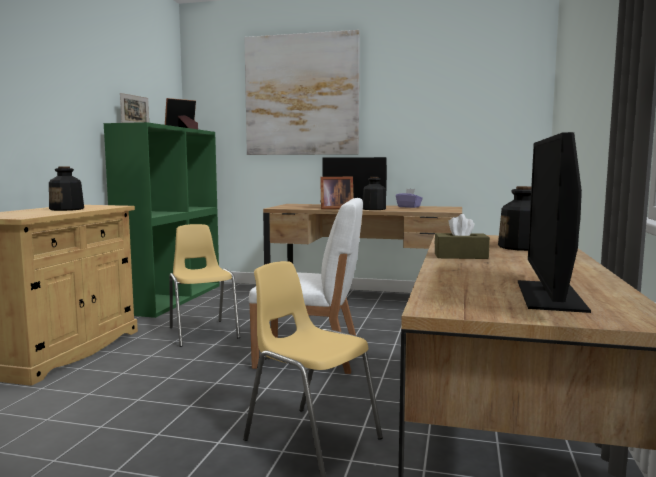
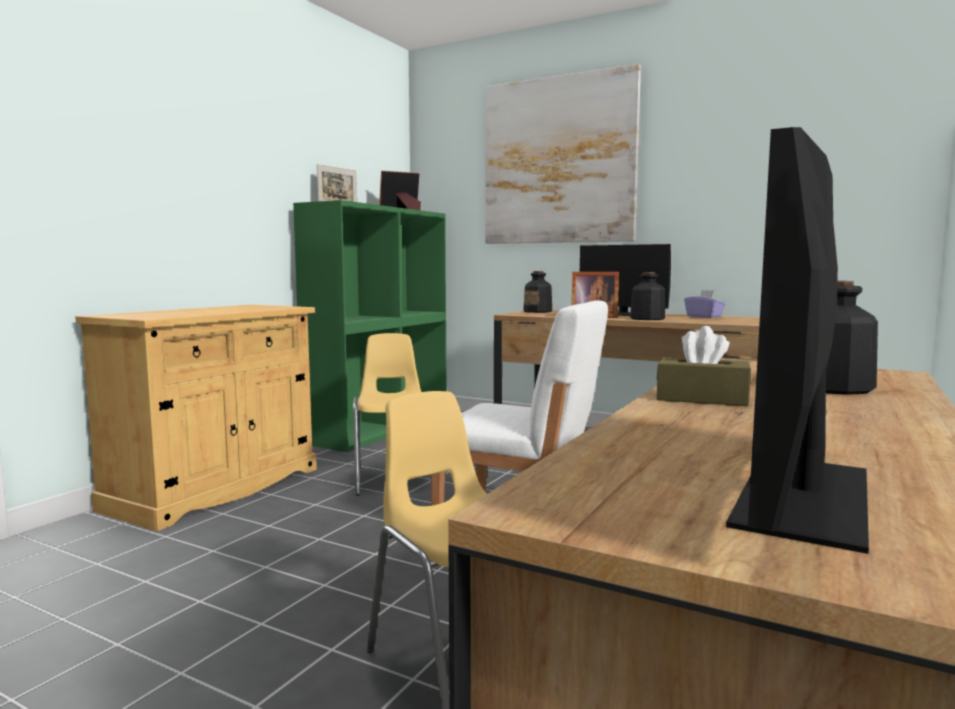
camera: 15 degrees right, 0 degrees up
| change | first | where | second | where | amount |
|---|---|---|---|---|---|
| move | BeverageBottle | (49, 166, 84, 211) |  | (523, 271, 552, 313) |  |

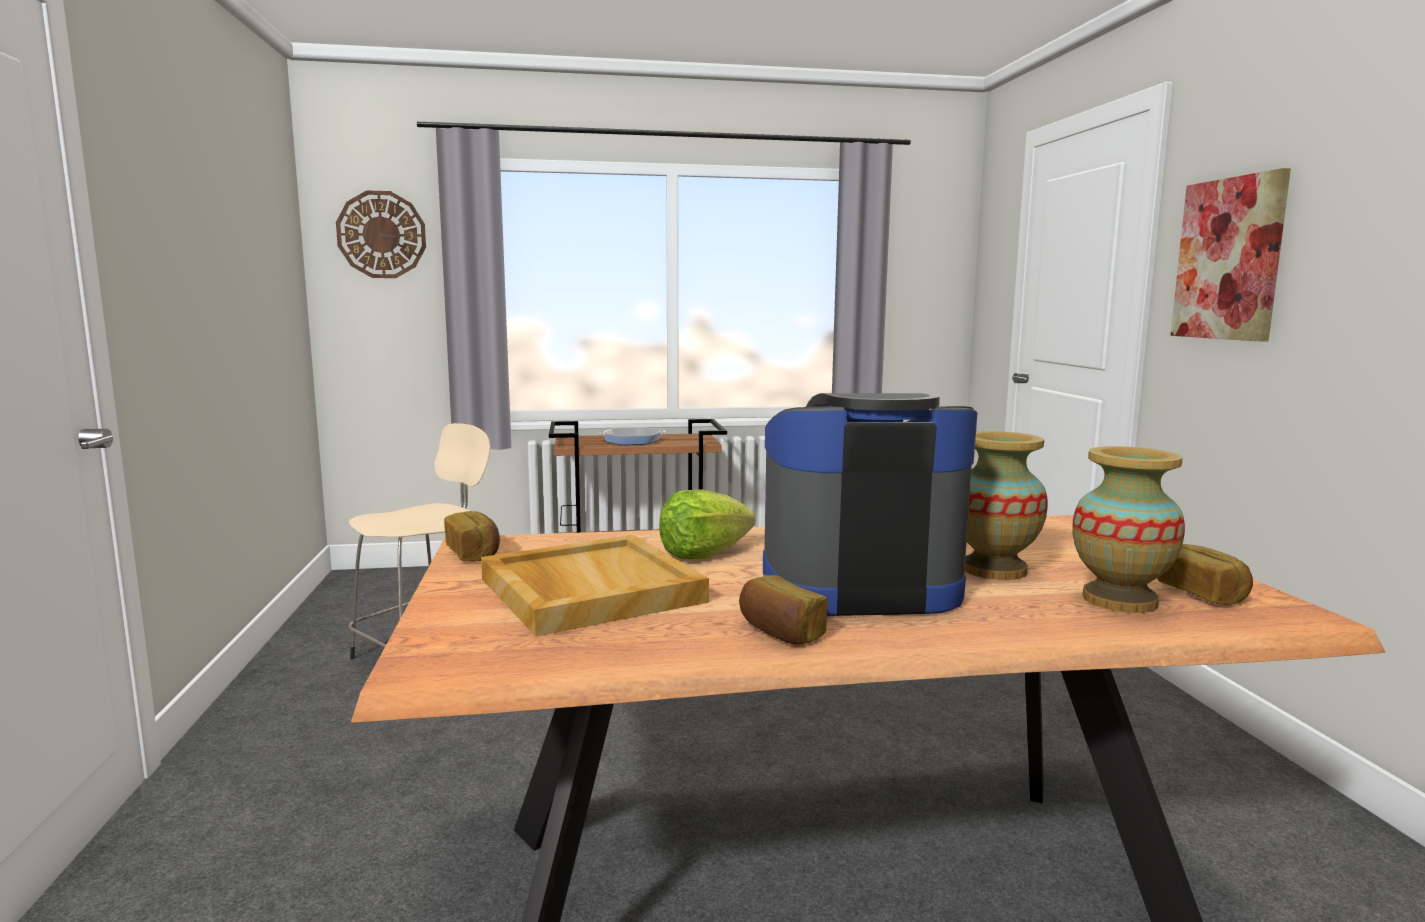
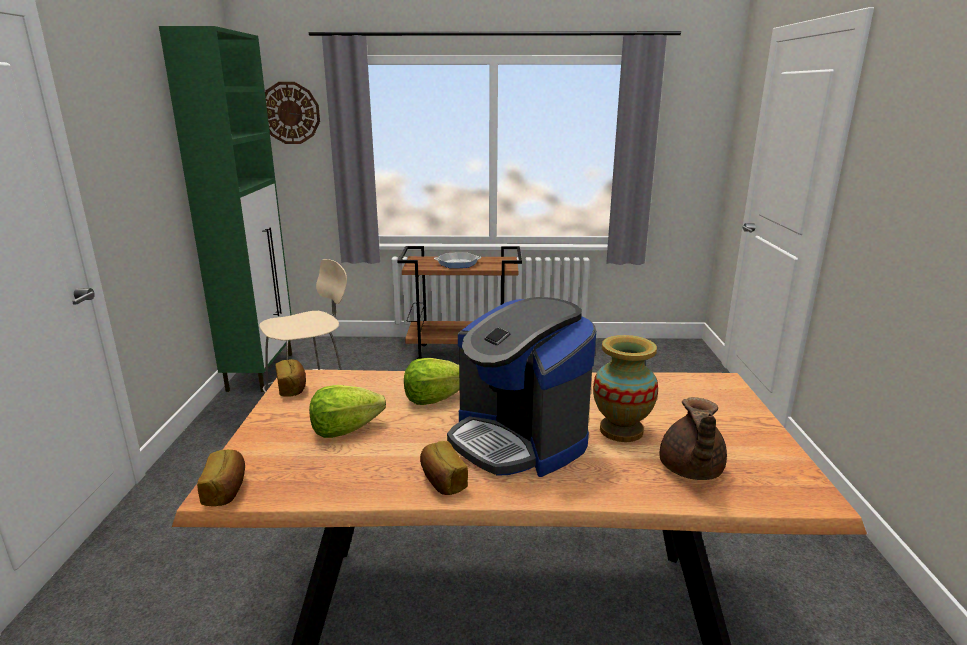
camera: 10 degrees right, 10 degrees up
| change | first | where | second | where | amount |
|---|---|---|---|---|---|
| delete | WallPicture | (1171, 168, 1291, 342) |  |  |  |
| rotate | CoffeeBrewer | (763, 393, 977, 616) |  | (447, 297, 596, 477) | 135 degrees counterclockwise |
| replace | Vase | (1072, 446, 1185, 613) | BrownishTeapot | (660, 397, 727, 480) |  |
| replace | SandColouredServingTray | (481, 535, 709, 637) | LettuceHead | (309, 385, 386, 438) |  |
| move | BakedBread | (1157, 544, 1253, 605) |  | (197, 450, 245, 507) |  |
| insert |  |  | GreenCabinet | (159, 26, 292, 392) |  |

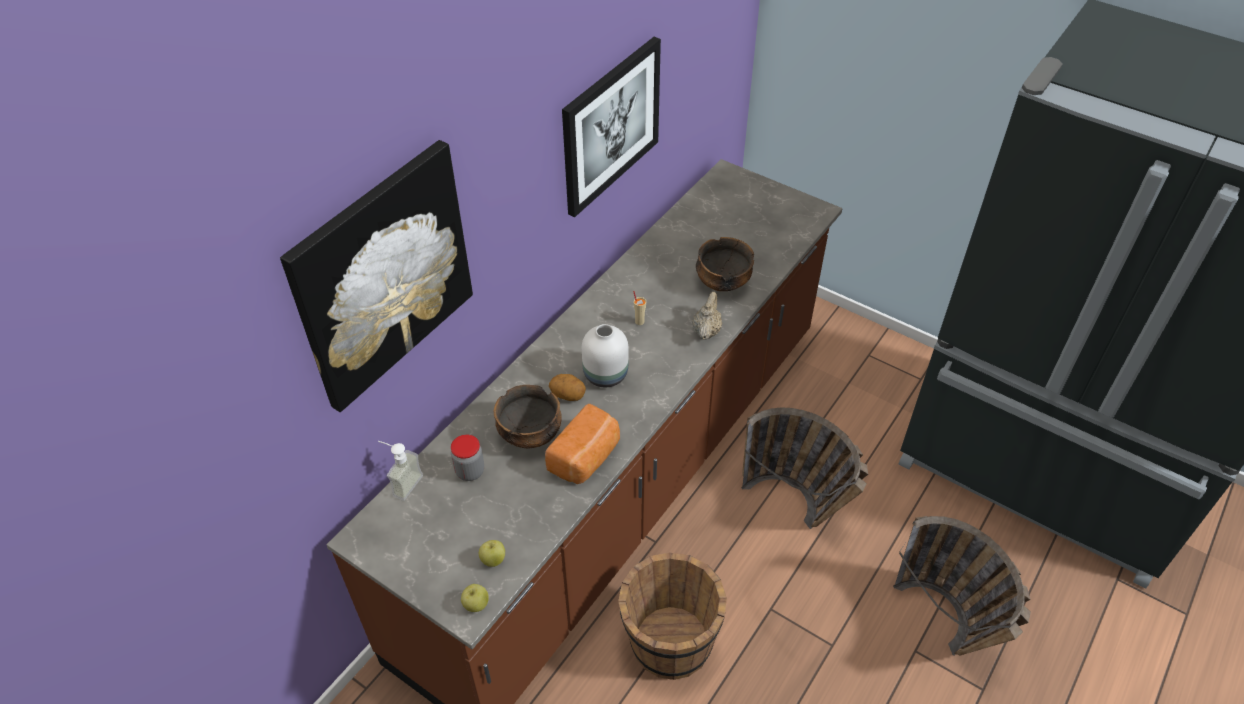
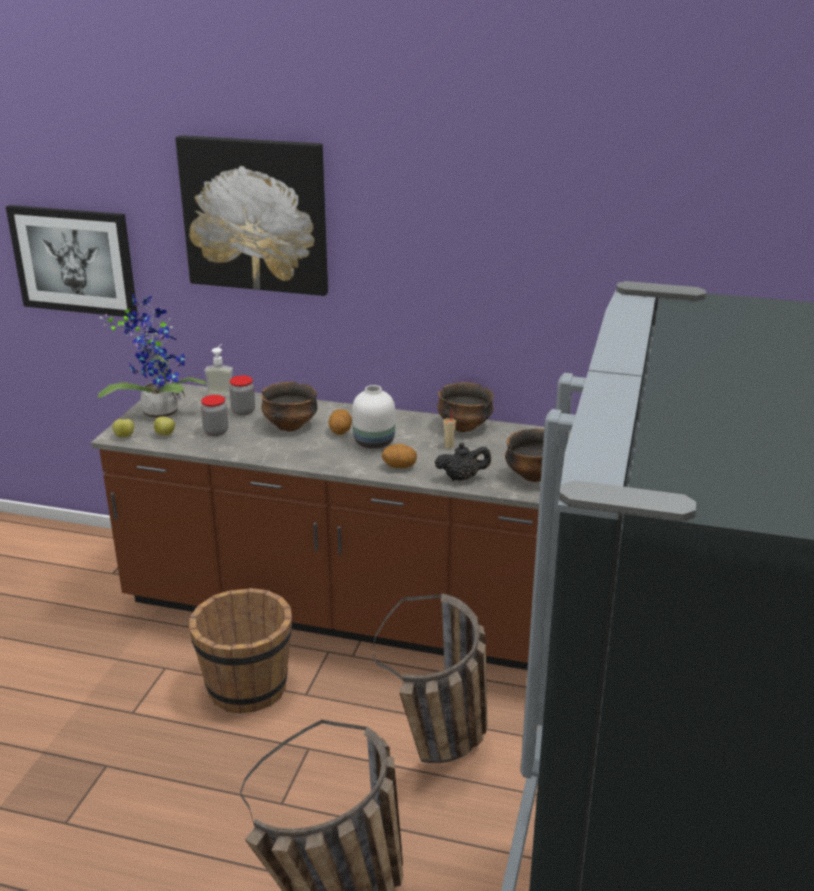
camera: 70 degrees right, 20 degrees down
| change | first | where | second | where | amount |
|---|---|---|---|---|---|
| move | WallPicture | (562, 37, 661, 217) |  | (6, 205, 138, 317) |  |
| recolor | SandColouredTeapot | (692, 292, 722, 340) | BlackTeapot | (435, 442, 491, 481) |  |
| delete | BakedBread | (545, 404, 620, 484) |  |  |  |
| insert |  |  | PottedPlant | (98, 294, 207, 420) |  |
| insert |  |  | Bowl | (437, 382, 494, 432) |  |
| insert |  |  | StorageJar | (201, 395, 228, 436) |  |
| insert |  |  | Spud | (382, 444, 417, 468) |  |

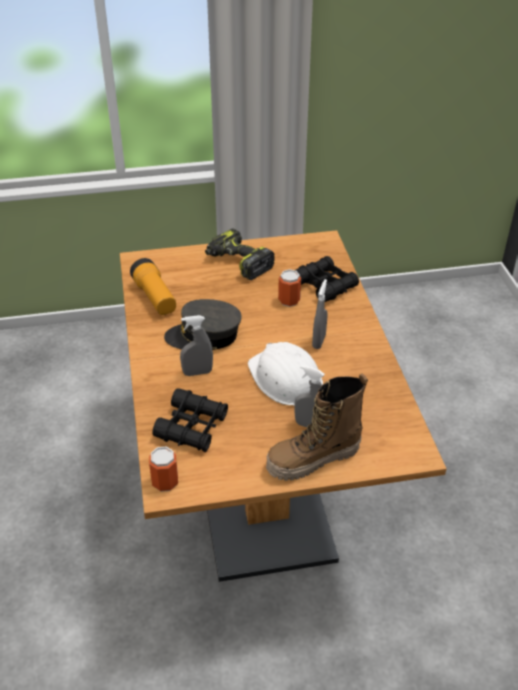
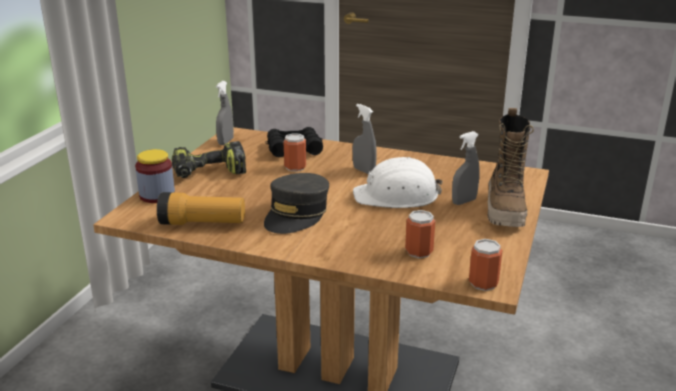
camera: 60 degrees left, 15 degrees down
| change | first | where | second | where | amount |
|---|---|---|---|---|---|
| move | GrayHandSprayer | (180, 315, 213, 376) |  | (216, 81, 234, 145) |  |
| replace | BlackBinoculars | (152, 388, 228, 452) | Can | (405, 210, 435, 258) |  |
| insert |  |  | StorageJar | (135, 149, 175, 203) |  |

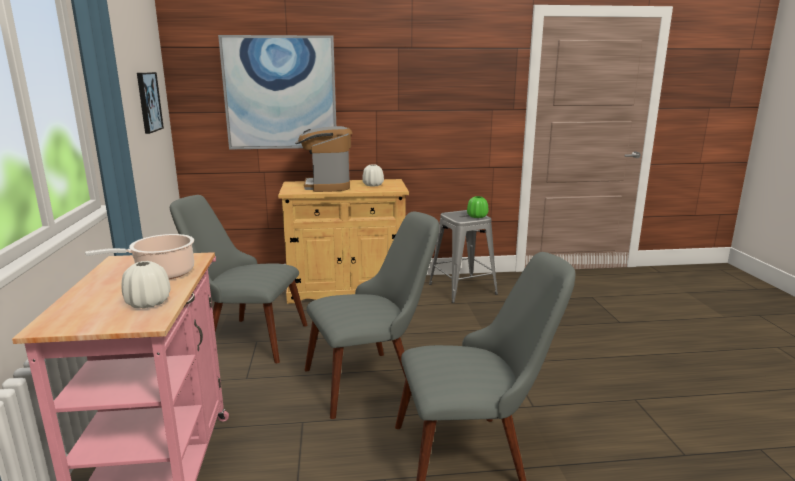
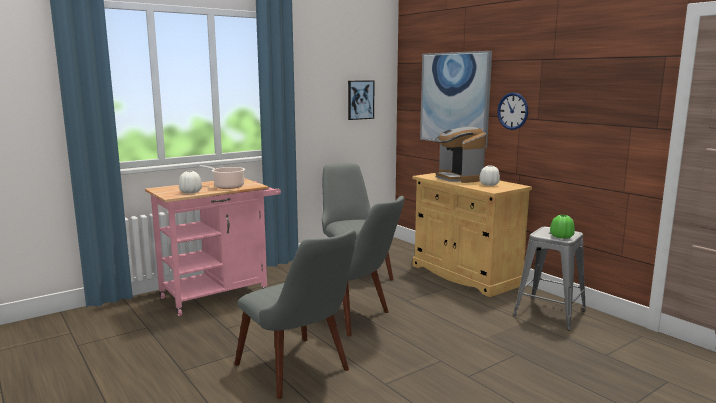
camera: 60 degrees right, 5 degrees down
| change | first | where | second | where | amount |
|---|---|---|---|---|---|
| rotate | CoffeeBrewer | (295, 126, 353, 192) |  | (435, 127, 486, 183) | 75 degrees counterclockwise |
| insert |  |  | WallClock | (497, 93, 528, 130) |  |

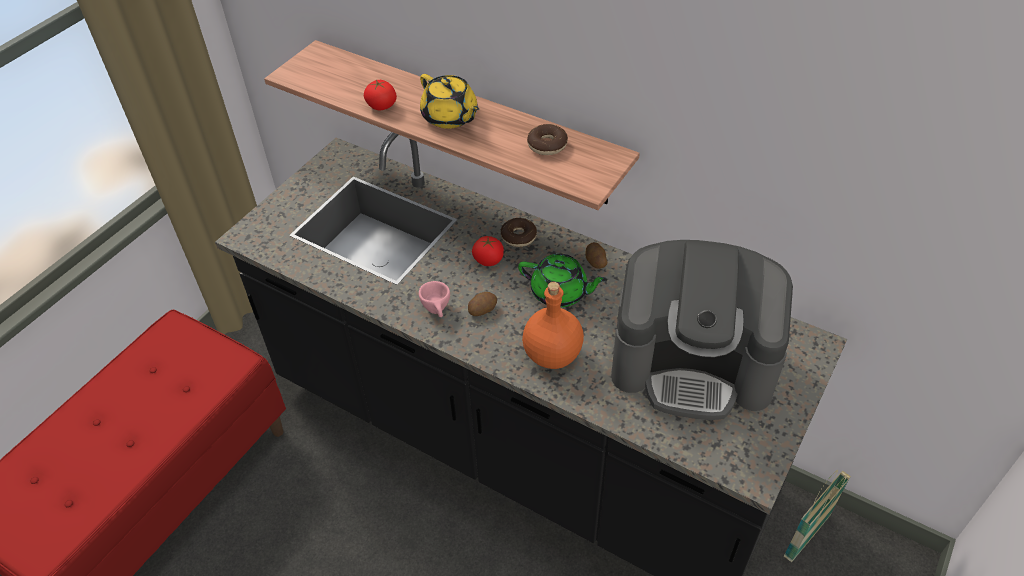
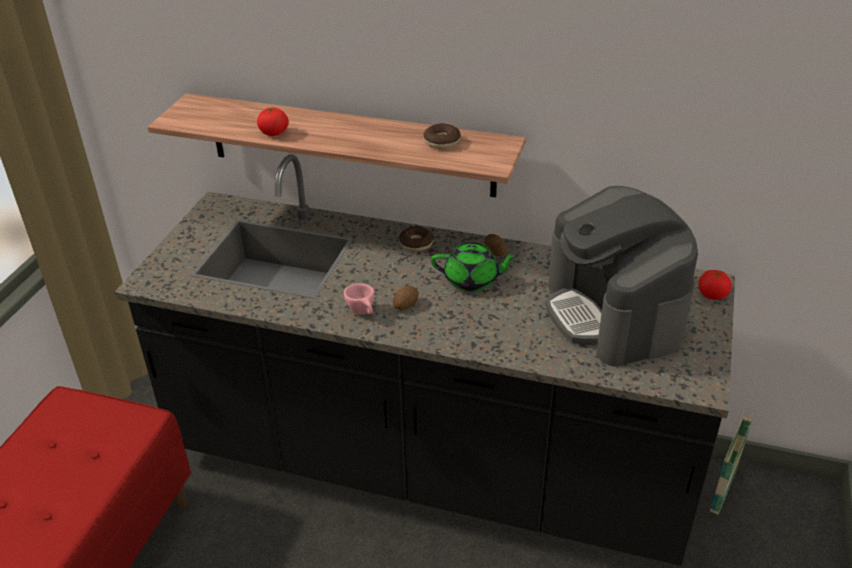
camera: 15 degrees left, 10 degrees down
| change | first | where | second | where | amount |
|---|---|---|---|---|---|
| delete | YellowTeapot | (420, 74, 479, 129) |  |  |  |
| move | FreshTomato | (472, 236, 504, 266) |  | (698, 270, 732, 300) |  |
| rotate | CoffeeBrewer | (611, 240, 793, 420) |  | (545, 186, 698, 367) | 75 degrees clockwise |
| delete | OrangeBeverageBottle | (522, 282, 584, 369) |  |  |  |

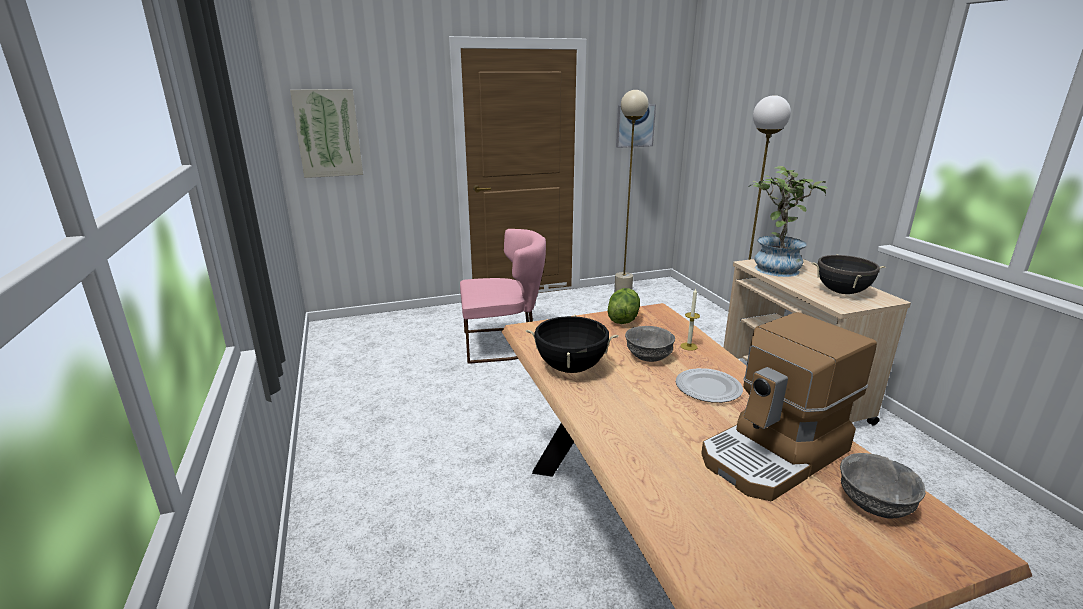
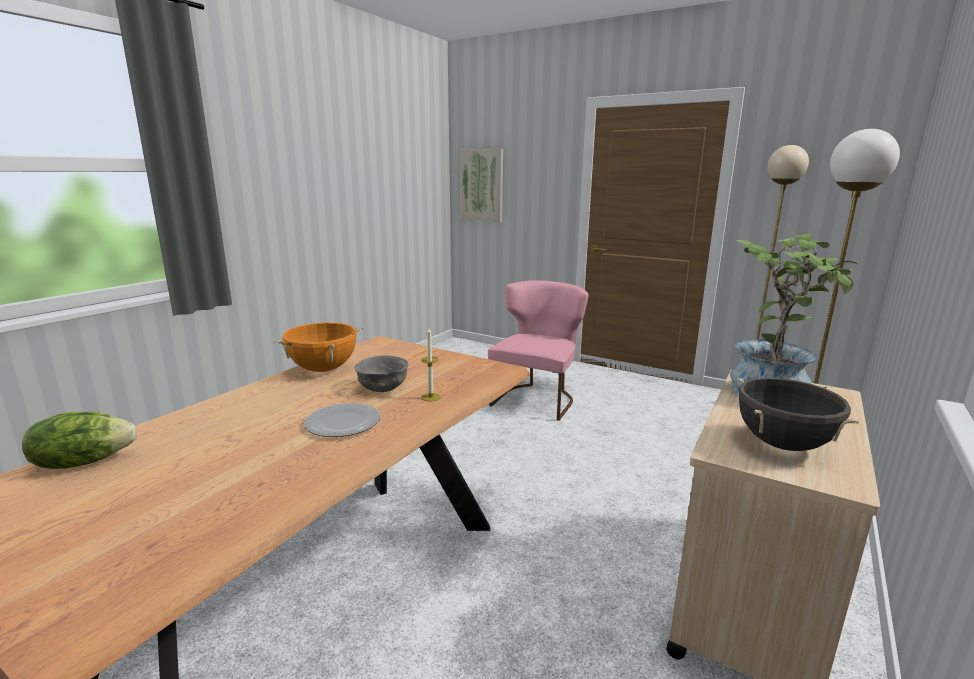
camera: 50 degrees right, 5 degrees down
| change | first | where | second | where | amount |
|---|---|---|---|---|---|
| delete | WallPicture | (616, 104, 656, 148) |  |  |  |
| rotate | PinkColouredPlainChair | (460, 229, 546, 364) |  | (488, 280, 589, 421) | 105 degrees counterclockwise |
| move | LettuceHead | (608, 288, 640, 324) |  | (22, 412, 137, 469) |  |
| delete | CoffeeBrewer | (701, 312, 877, 501) |  |  |  |
| recolor | BlackCookingPot | (526, 314, 619, 373) | OrangeCookingPot | (274, 323, 363, 372) |  |
| delete | GrayBowl | (840, 453, 926, 519) |  |  |  |

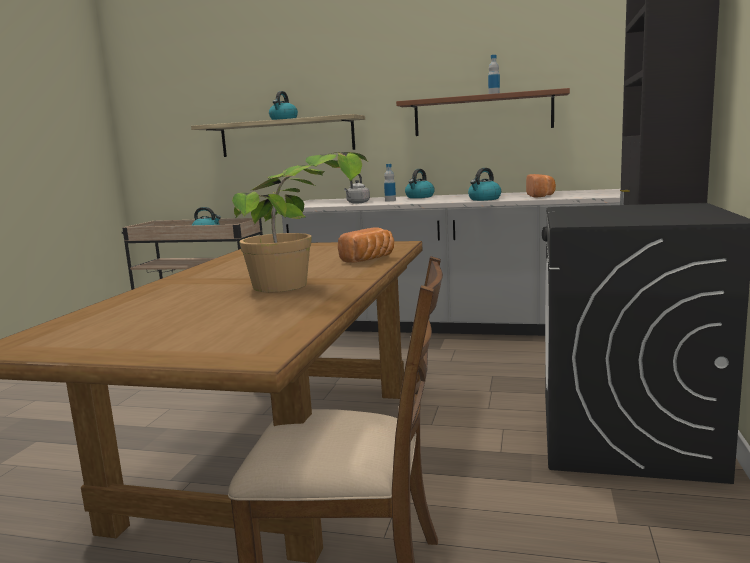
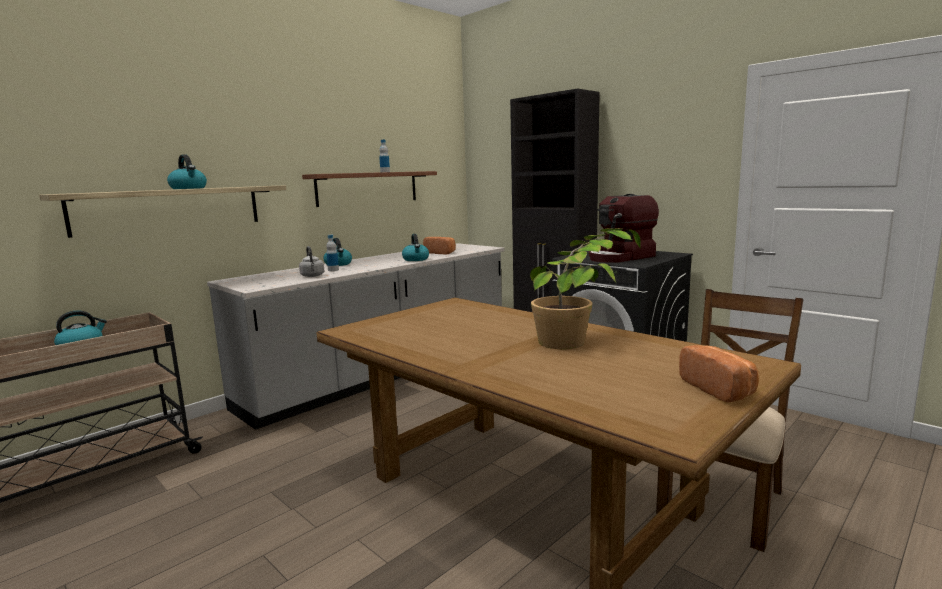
camera: 60 degrees left, 0 degrees up
| change | first | where | second | where | amount |
|---|---|---|---|---|---|
| move | BakedBread | (338, 227, 394, 263) |  | (679, 345, 759, 403) |  |
| insert |  |  | CoffeeBrewer | (589, 194, 659, 263) |  |

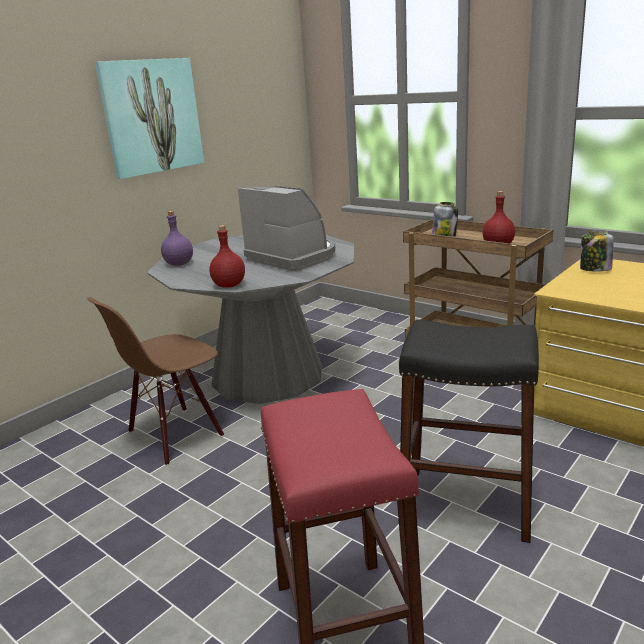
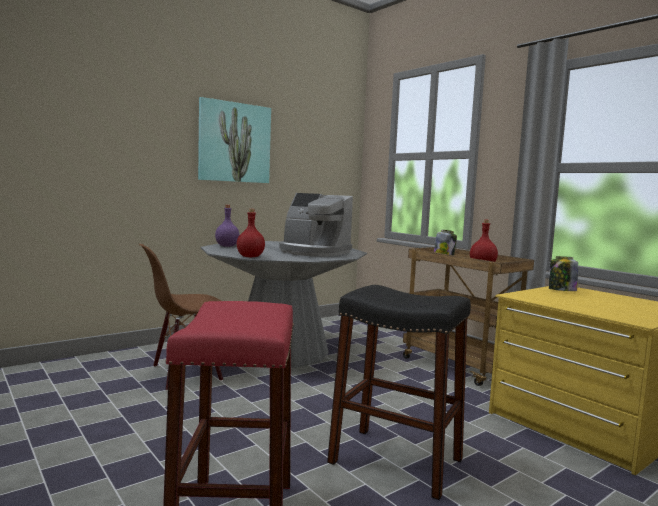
camera: 10 degrees right, 15 degrees down
| change | first | where | second | where | amount |
|---|---|---|---|---|---|
| rotate | CoffeeBrewer | (238, 186, 336, 271) |  | (279, 193, 353, 257) | 150 degrees clockwise |

